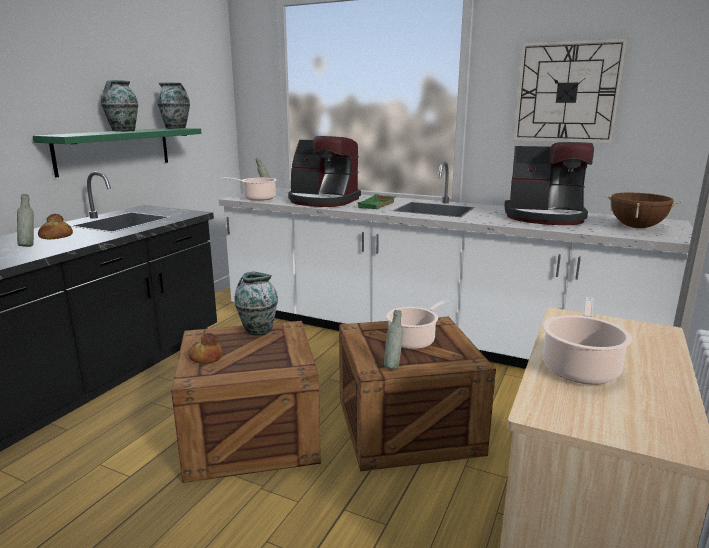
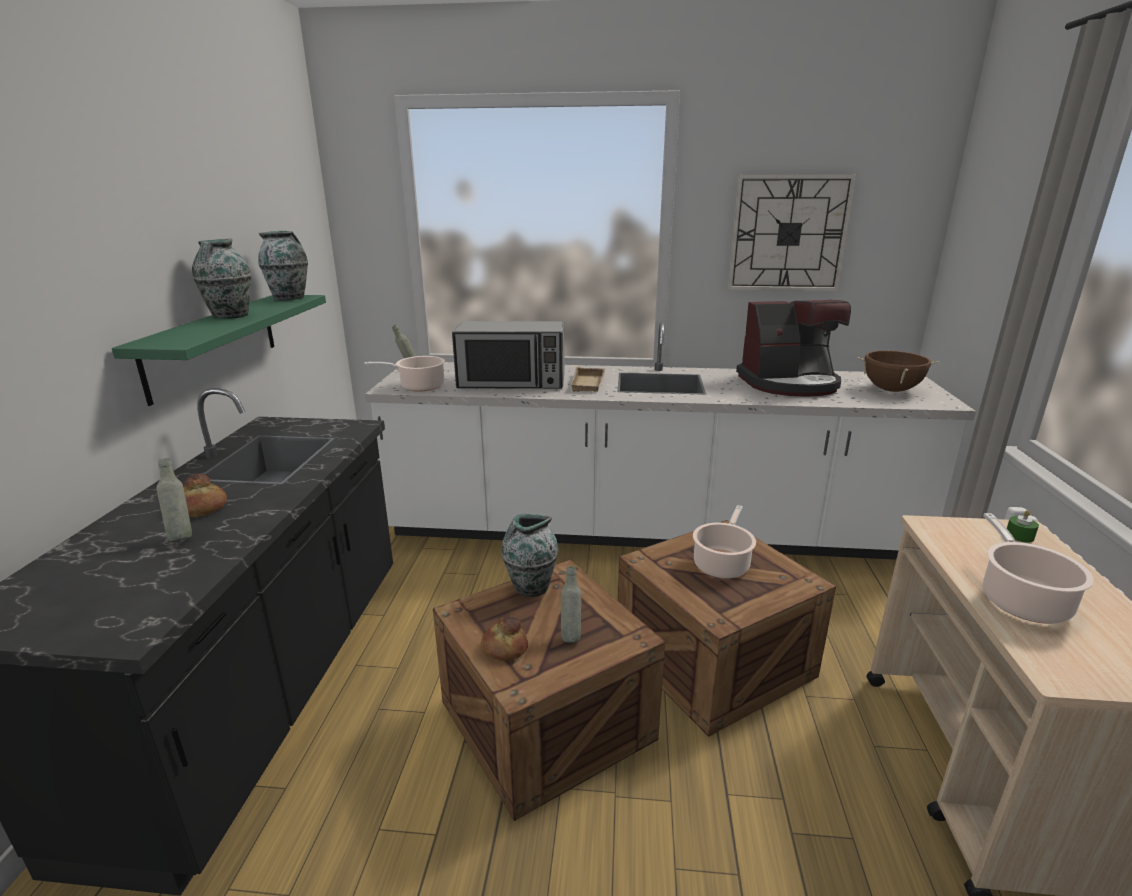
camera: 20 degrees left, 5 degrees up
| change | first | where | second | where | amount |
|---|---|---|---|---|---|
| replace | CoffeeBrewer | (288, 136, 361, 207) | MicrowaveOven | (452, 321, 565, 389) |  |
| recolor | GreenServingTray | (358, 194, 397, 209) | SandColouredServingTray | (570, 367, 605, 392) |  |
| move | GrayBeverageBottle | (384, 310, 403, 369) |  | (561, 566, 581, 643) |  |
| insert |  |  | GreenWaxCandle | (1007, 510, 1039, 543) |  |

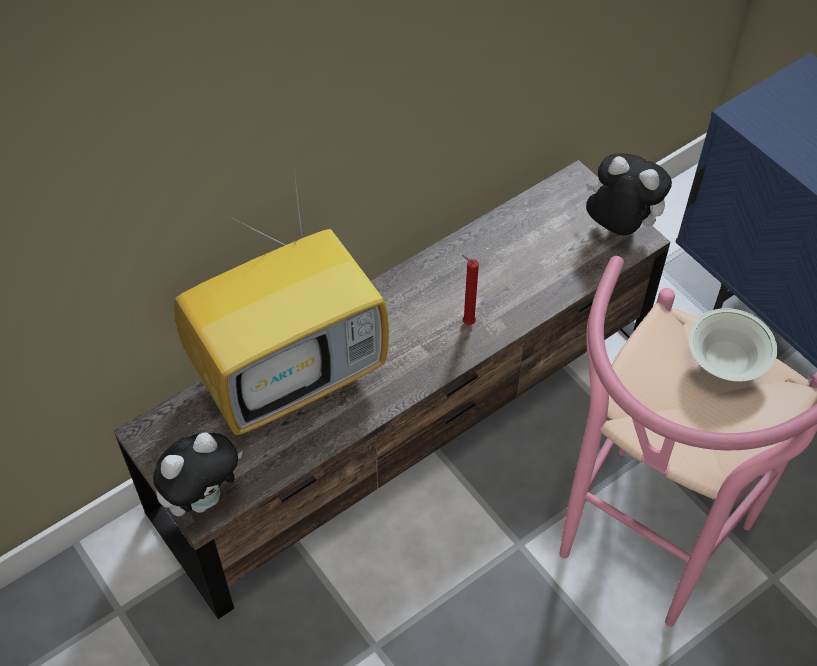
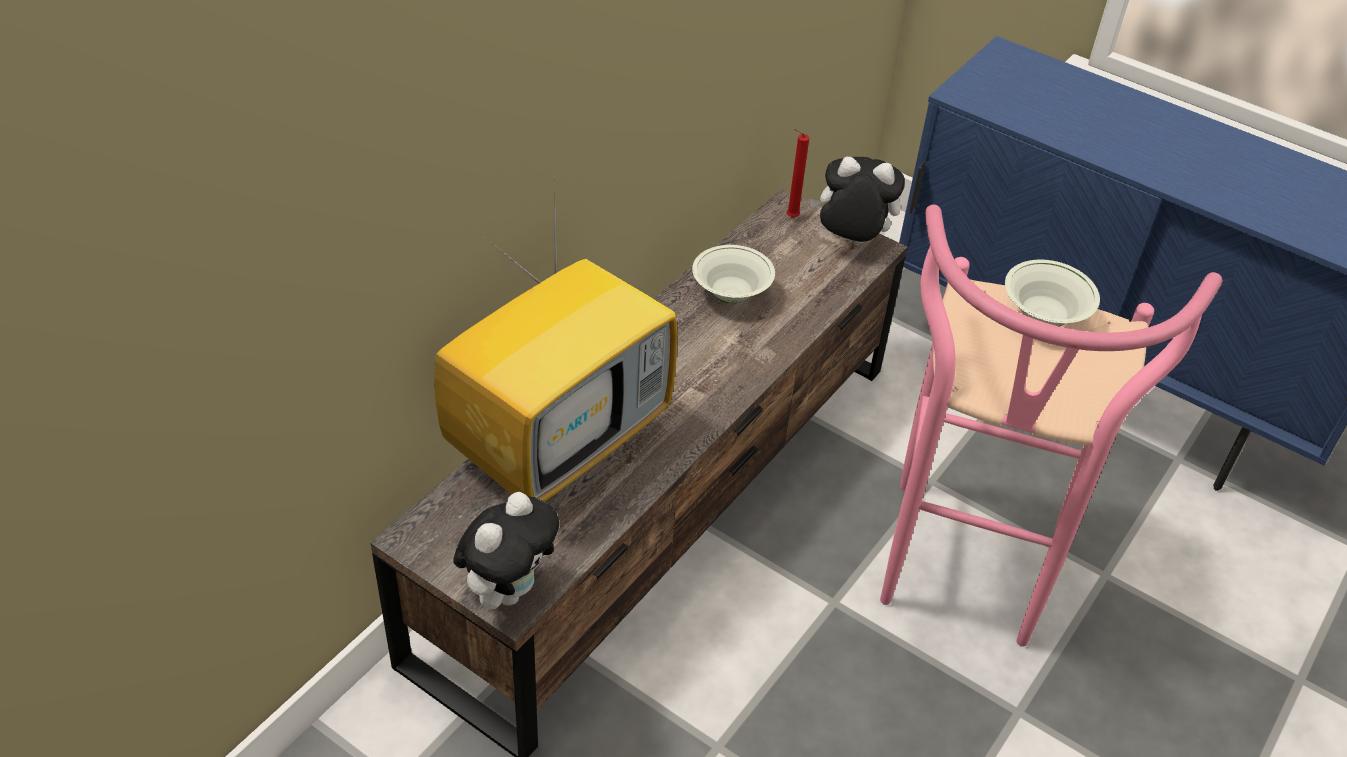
camera: 20 degrees left, 10 degrees down
| change | first | where | second | where | amount |
|---|---|---|---|---|---|
| move | RedColouredWaxCandle | (462, 255, 479, 325) |  | (787, 128, 809, 218) |  |
| insert |  |  | WhiteColouredBowl | (692, 245, 775, 303) |  |

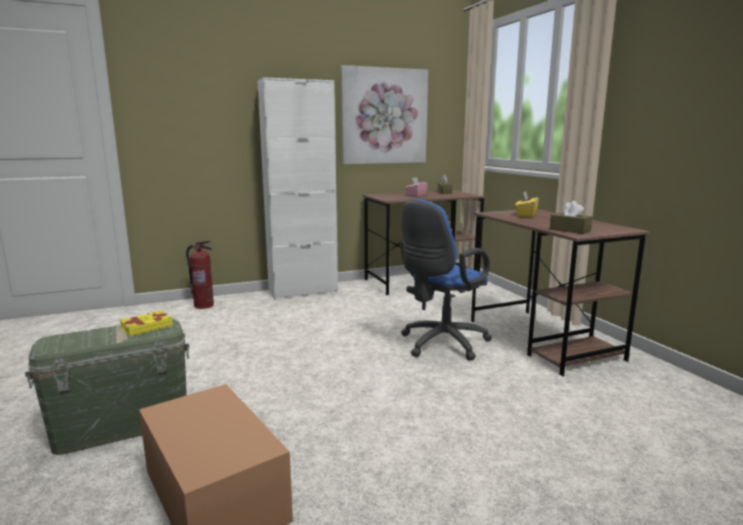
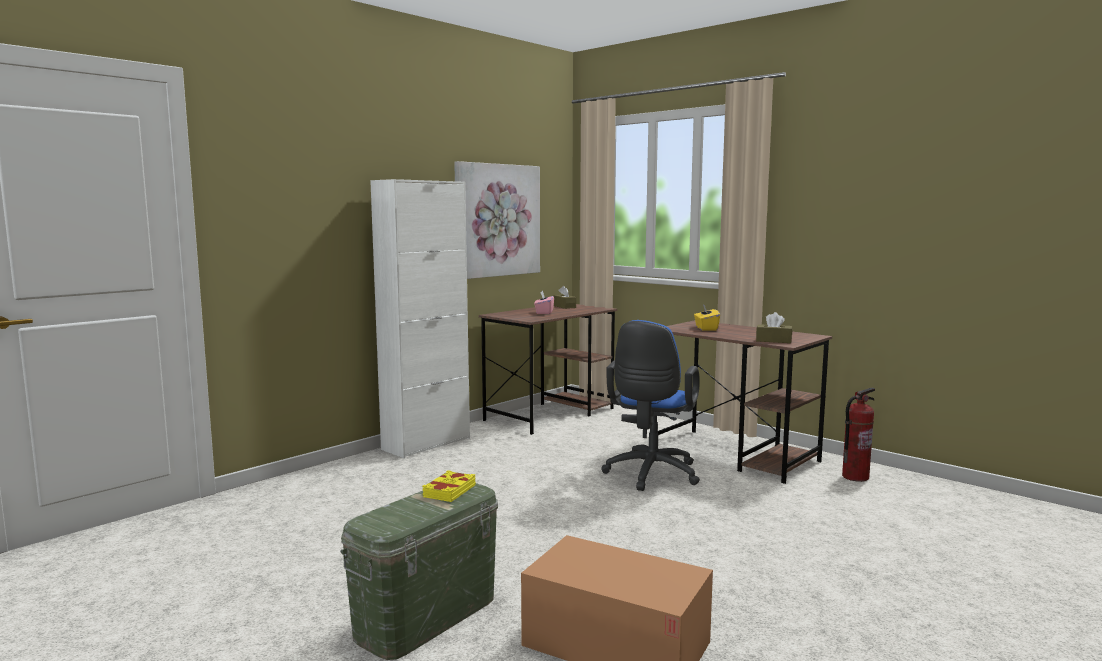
camera: 25 degrees left, 5 degrees down
| change | first | where | second | where | amount |
|---|---|---|---|---|---|
| move | FireExtinguisher | (186, 240, 214, 309) |  | (842, 388, 875, 482) |  |

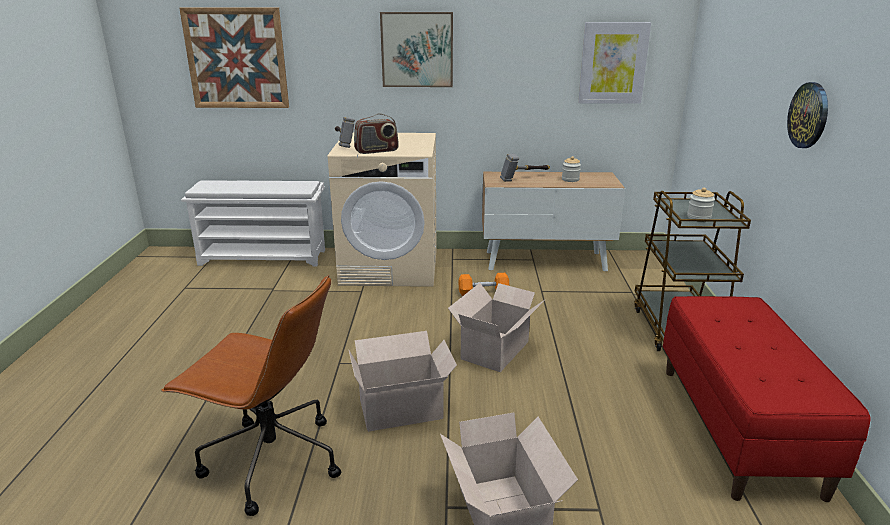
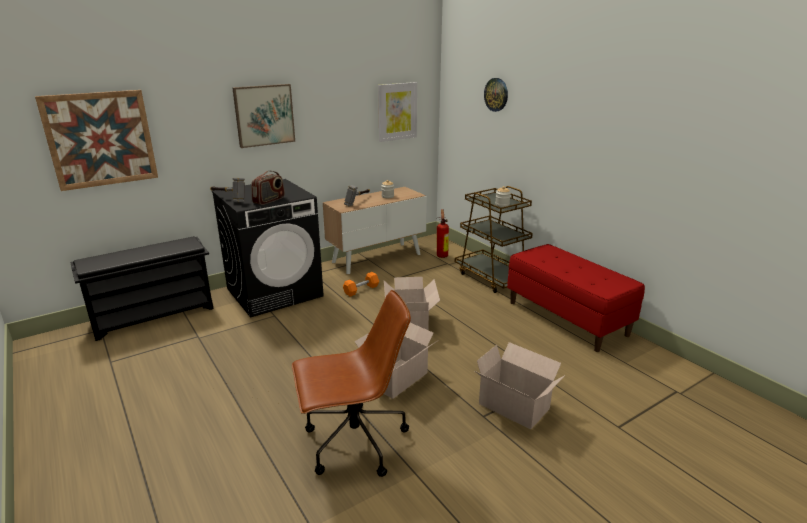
camera: 35 degrees left, 0 degrees up
| change | first | where | second | where | amount |
|---|---|---|---|---|---|
| move | WallClock | (787, 82, 828, 148) |  | (484, 78, 508, 112) |  |
| recolor | SandColouredLaundryMachine | (328, 133, 436, 287) | BlackLaundryMachine | (212, 179, 324, 318) |  |
| recolor | WhiteColouredShoeStand | (181, 180, 325, 267) | BlackShoeStand | (70, 236, 214, 341) |  |
| insert |  |  | FireExtinguisher | (437, 209, 449, 258) |  |

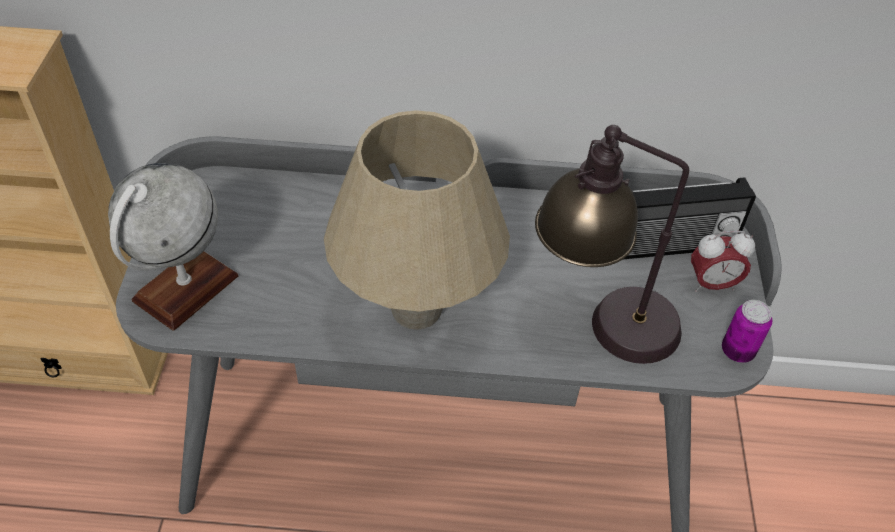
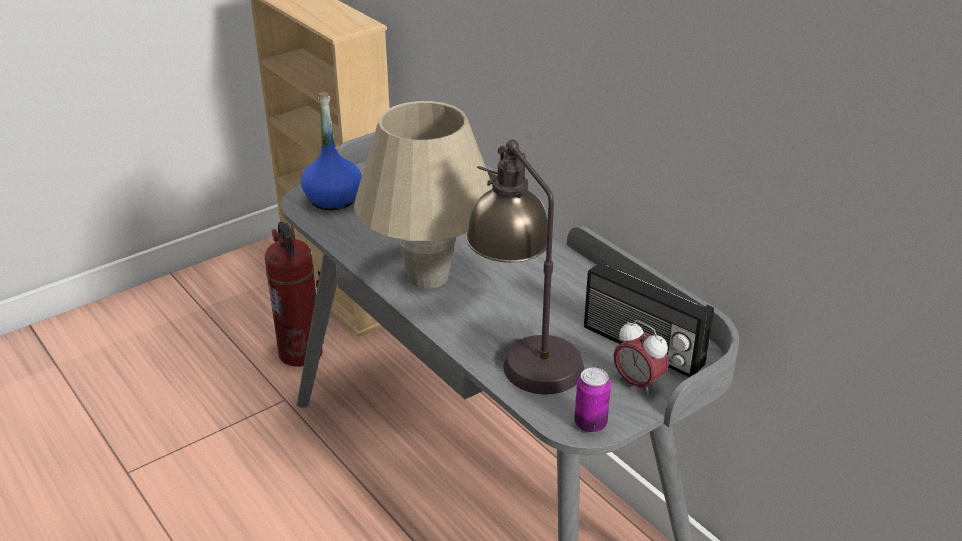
camera: 50 degrees right, 15 degrees down
| change | first | where | second | where | amount |
|---|---|---|---|---|---|
| replace | DeskGlobe | (108, 163, 239, 331) | BluishBeverageBottle | (301, 92, 362, 210) |  |
| insert |  |  | FireExtinguisher | (265, 222, 323, 367) |  |

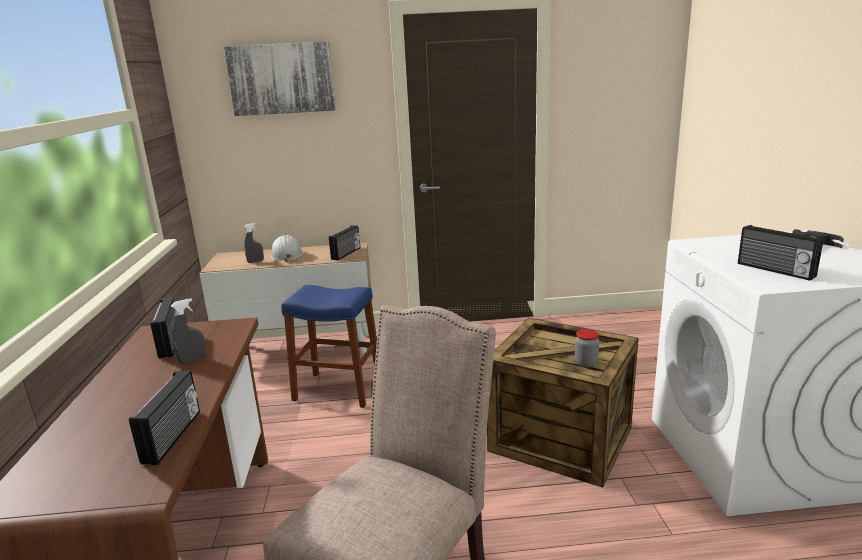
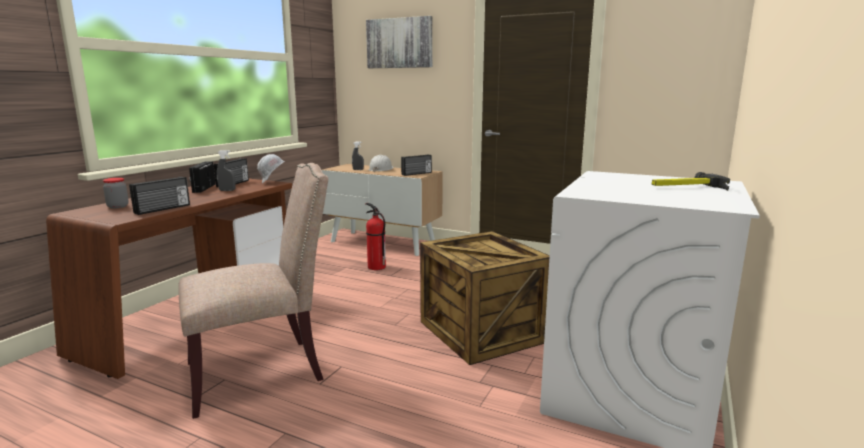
camera: 30 degrees right, 5 degrees down
| change | first | where | second | where | amount |
|---|---|---|---|---|---|
| move | RadioReceiver | (738, 225, 824, 281) |  | (189, 161, 216, 193) |  |
| replace | BluishStool | (281, 285, 377, 408) | FireExtinguisher | (366, 203, 386, 270) |  |
| move | StorageJar | (575, 329, 599, 368) |  | (103, 178, 129, 209) |  |
| insert |  |  | WhiteColouredHardHat | (257, 154, 284, 183) |  |

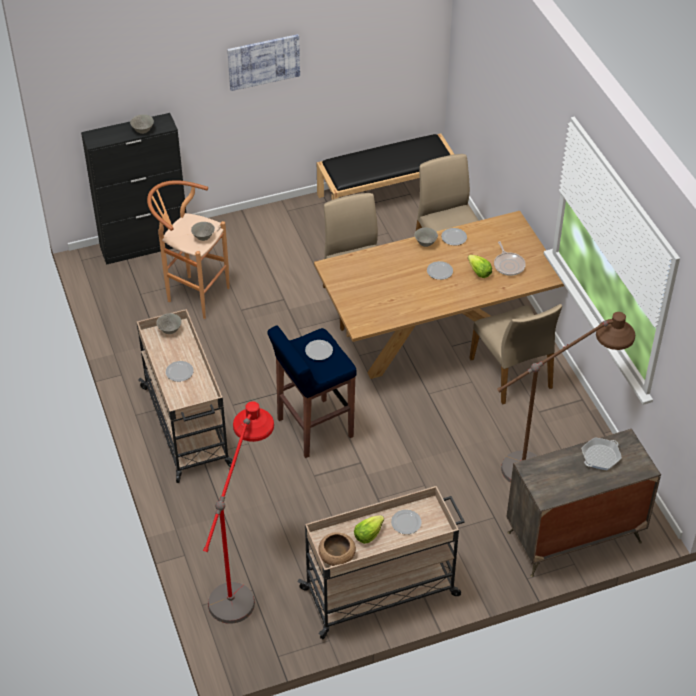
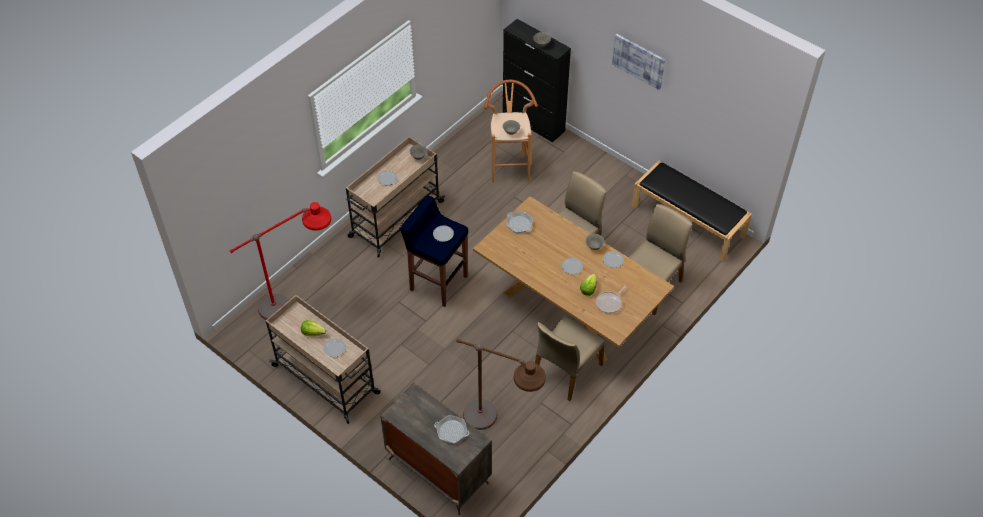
camera: 60 degrees right, 5 degrees up
| change | first | where | second | where | amount |
|---|---|---|---|---|---|
| delete | BrownishBowl | (318, 532, 356, 566) |  |  |  |
| insert |  |  | Skillet | (506, 211, 533, 234) |  |

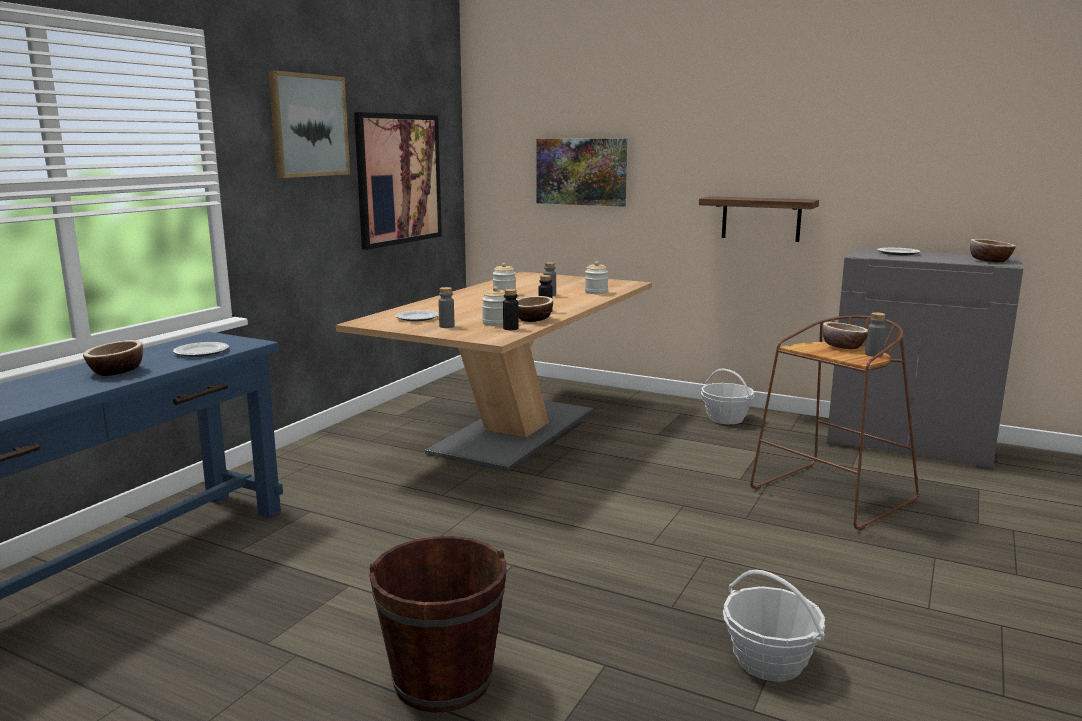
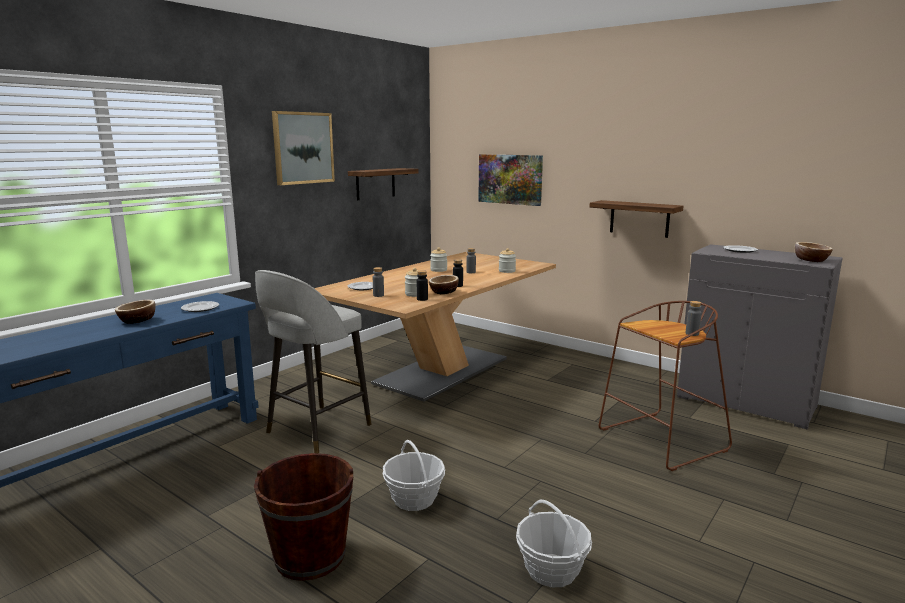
camera: 10 degrees right, 0 degrees up
| change | first | where | second | where | amount |
|---|---|---|---|---|---|
| replace | WallPicture | (354, 112, 442, 250) | WallShelf | (348, 168, 418, 200) |  |
| delete | Bowl | (822, 322, 868, 349) |  |  |  |
| move | Basket | (701, 369, 754, 424) |  | (383, 440, 445, 511) |  |
| insert |  |  | GrayStool | (255, 270, 372, 453) |  |

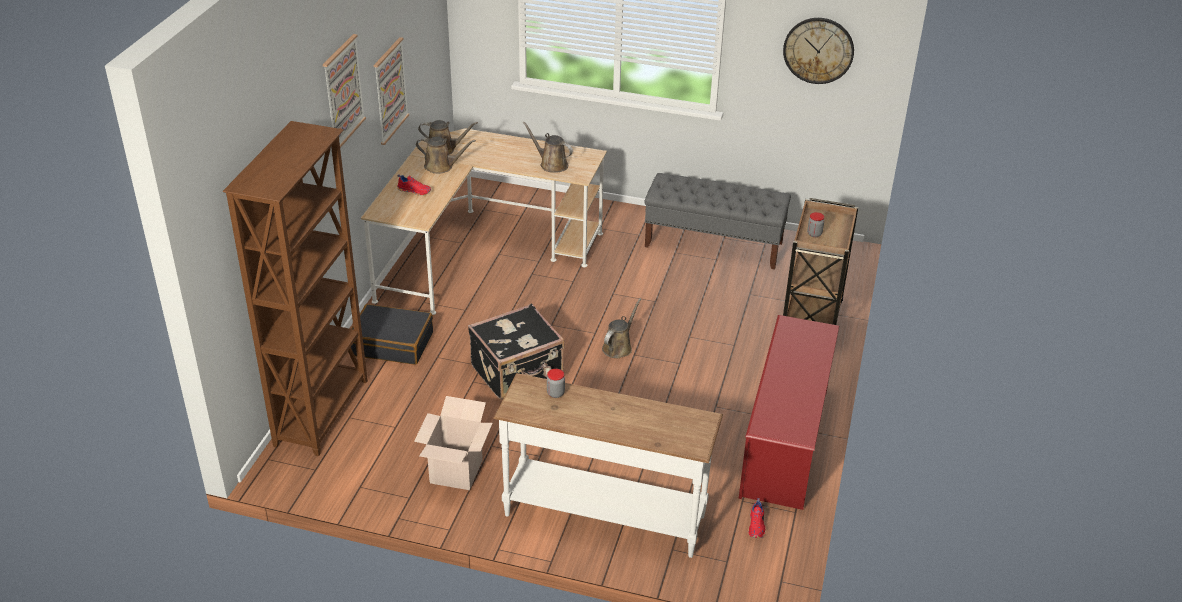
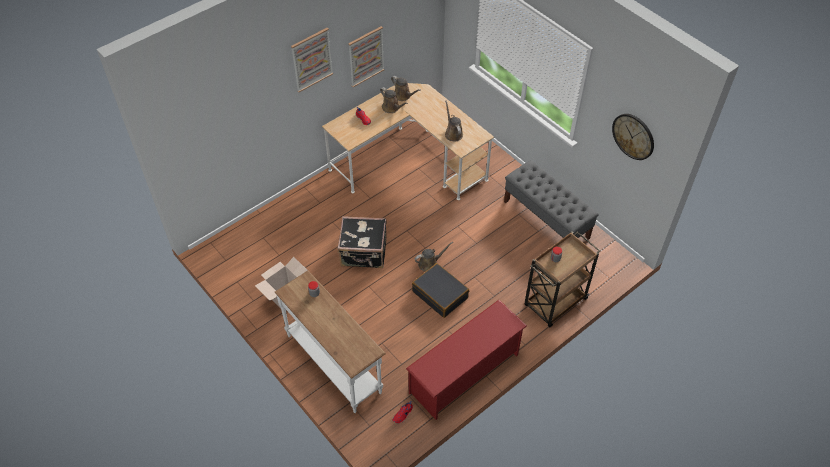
camera: 35 degrees right, 15 degrees up
| change | first | where | second | where | amount |
|---|---|---|---|---|---|
| delete | BrownishBookshelf | (223, 121, 368, 456) |  |  |  |
| move | BlackTravelCase | (351, 304, 433, 365) |  | (412, 263, 469, 318) |  |

